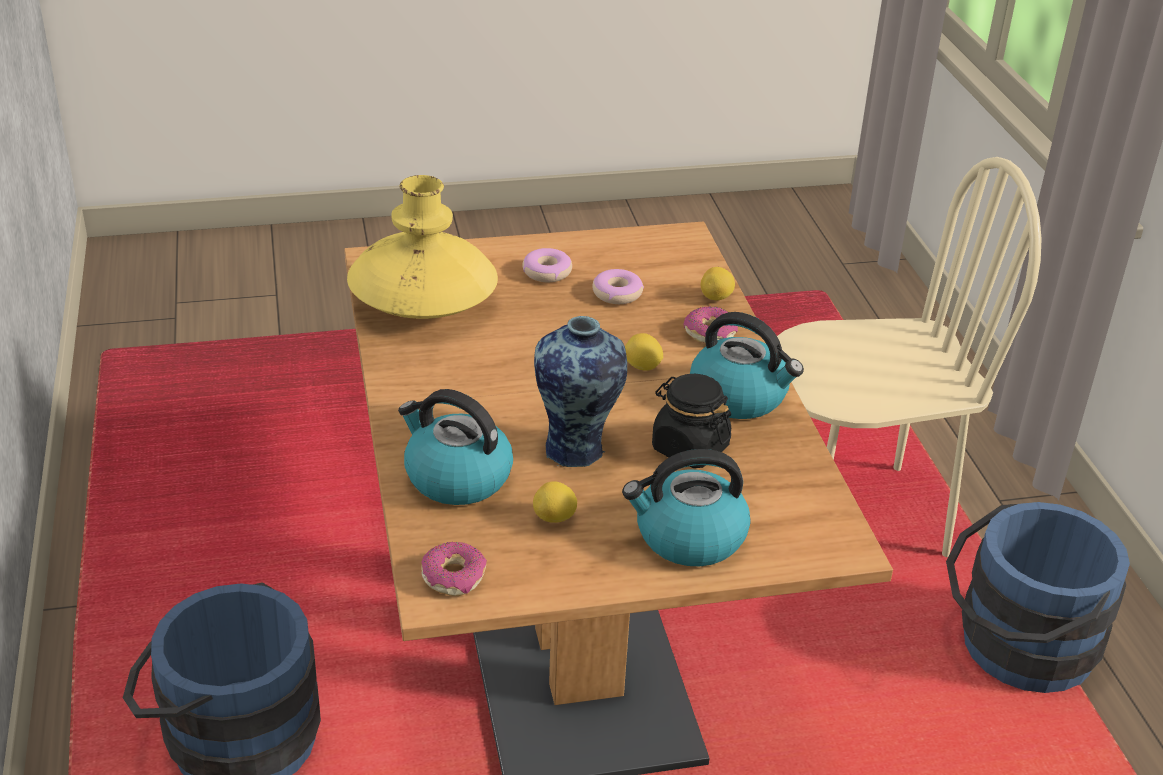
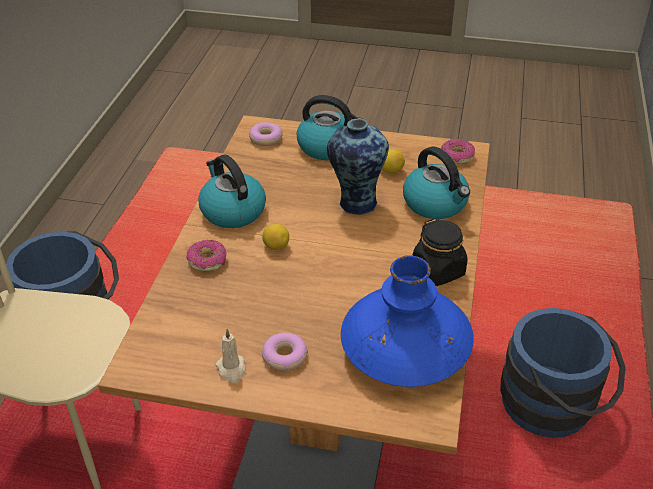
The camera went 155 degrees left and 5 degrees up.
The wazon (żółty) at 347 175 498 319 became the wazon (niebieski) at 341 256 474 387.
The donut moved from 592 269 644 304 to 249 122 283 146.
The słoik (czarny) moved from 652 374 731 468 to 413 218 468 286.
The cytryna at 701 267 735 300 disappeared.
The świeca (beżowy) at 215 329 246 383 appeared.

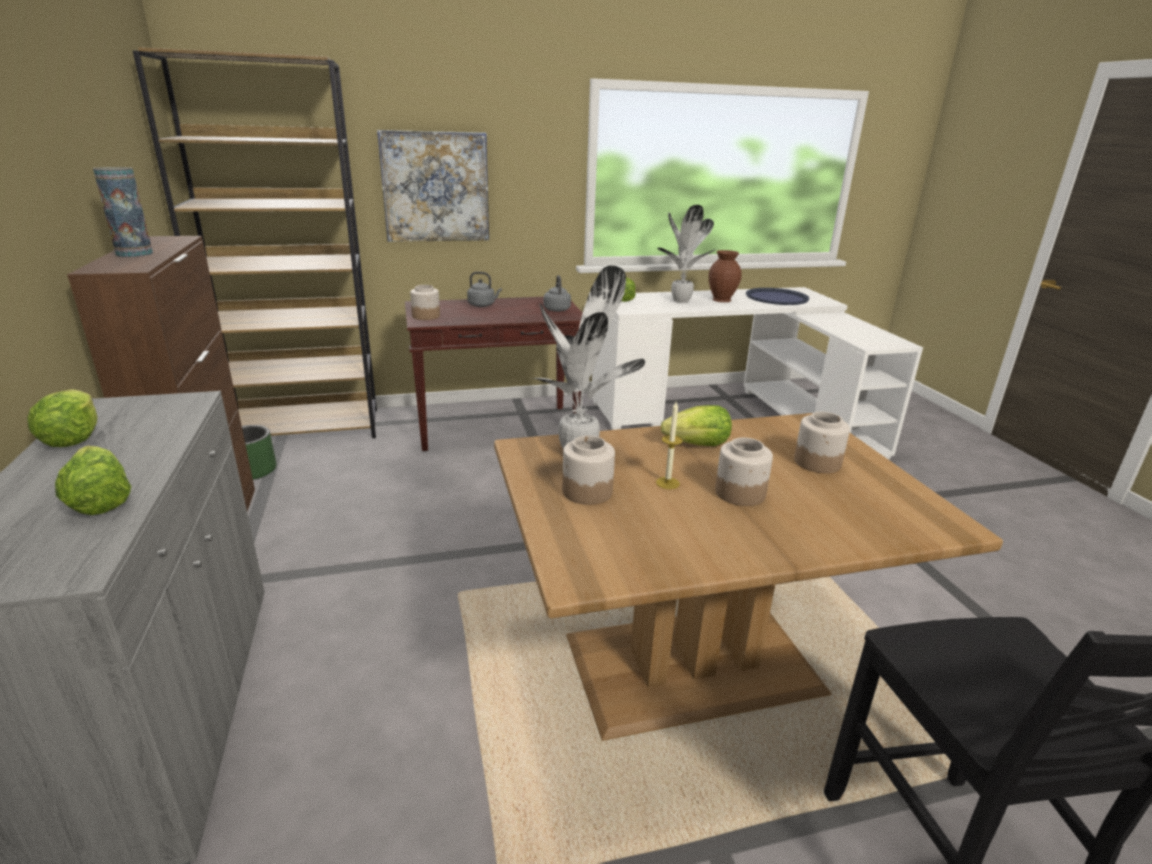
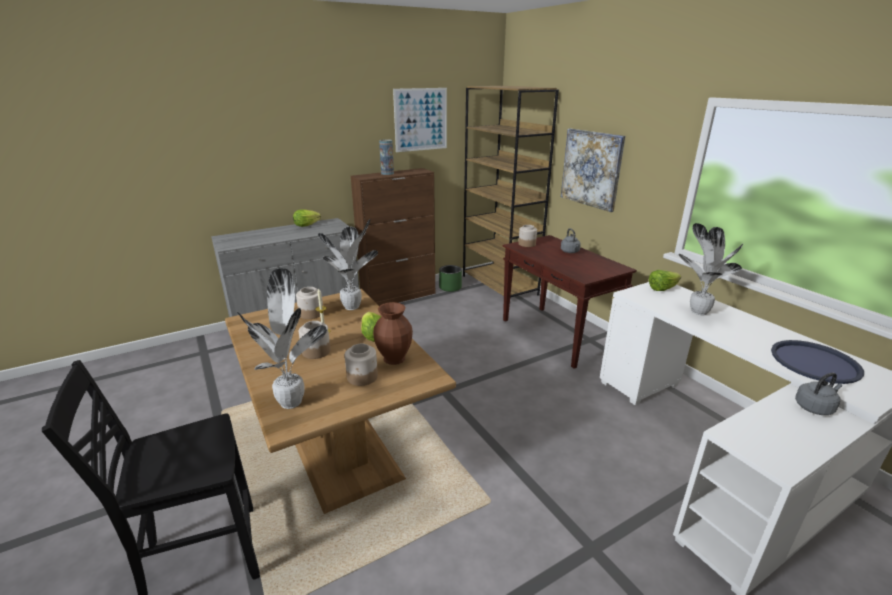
The camera went 75 degrees right and 0 degrees up.
The sałata at 55 446 131 515 disappeared.
The czajnik (szary) moved from 544 275 571 312 to 795 372 842 415.
The wazon (brązowy) moved from 709 250 742 302 to 373 302 413 365.
The roślina doniczkowa at 237 268 327 409 appeared.
The obraz at 393 88 447 152 appeared.

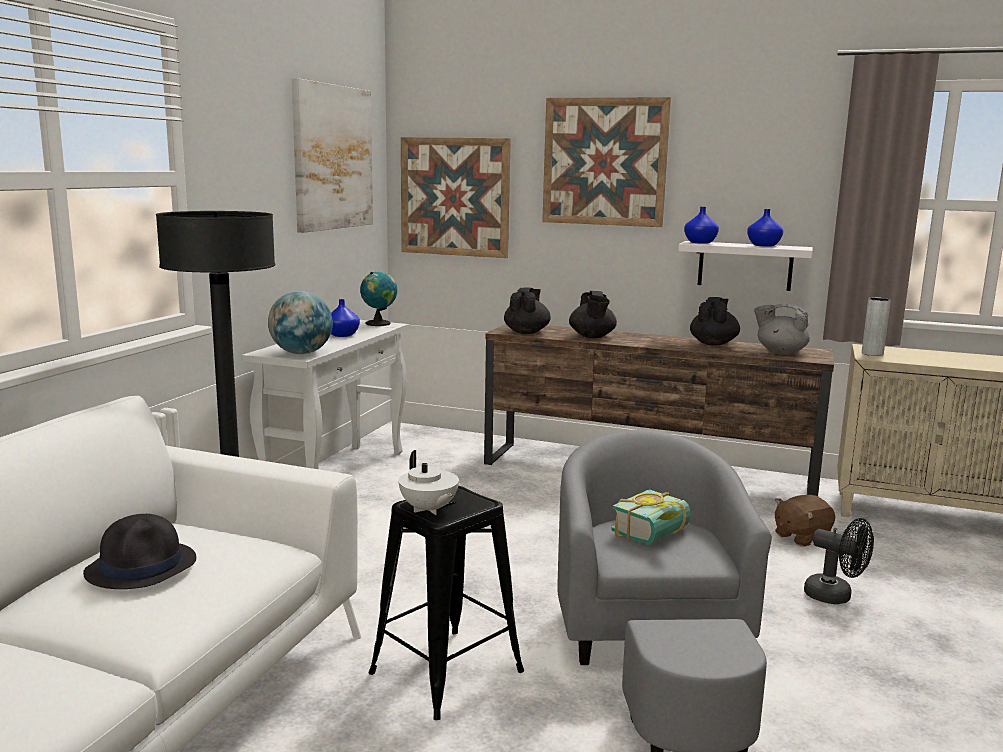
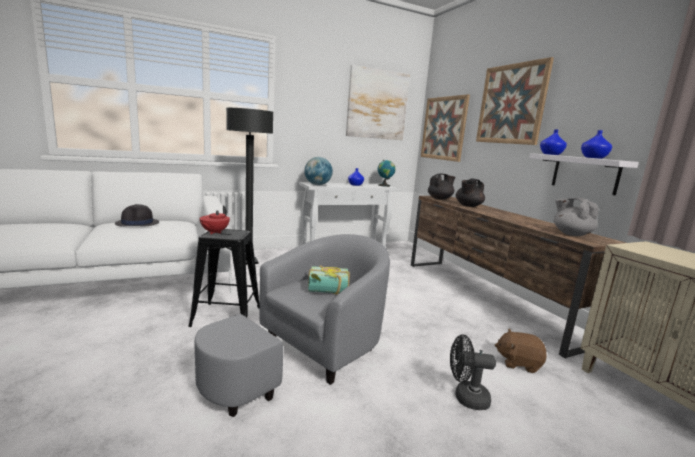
The camera went 45 degrees right and 0 degrees up.
The imbryk (biały) at 398 450 459 515 became the imbryk (czerwony) at 200 206 230 234.
The imbryk (czarny) at 690 297 740 345 disappeared.
The wentylator (czarny) at 804 518 874 604 turned 105 degrees clockwise.
The wazon (szary) at 862 298 891 356 disappeared.

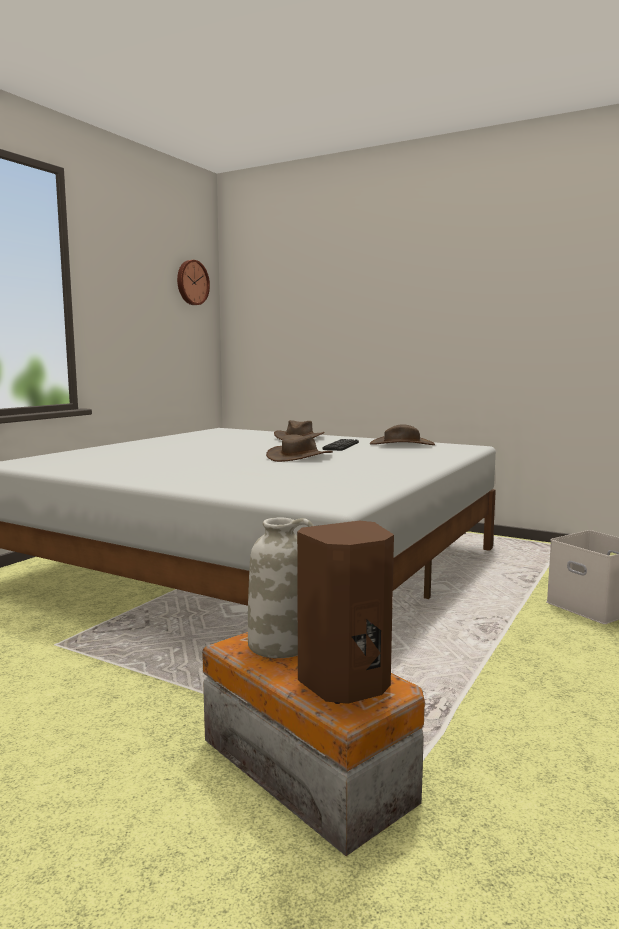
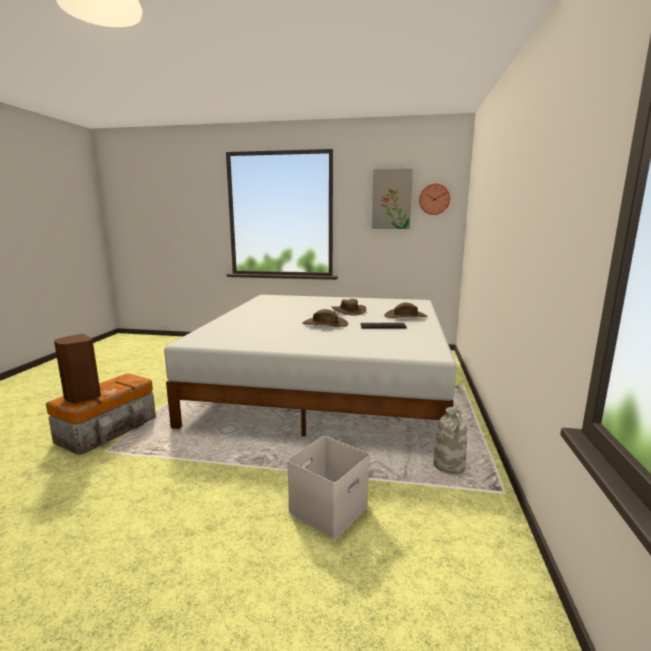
The camera went 70 degrees right and 5 degrees up.
The wazon (biały) moved from 248 517 314 658 to 433 407 467 474.
The kapelusz (brązowy) moved from 370 424 435 445 to 332 299 366 316.
The obraz at 372 169 413 229 appeared.

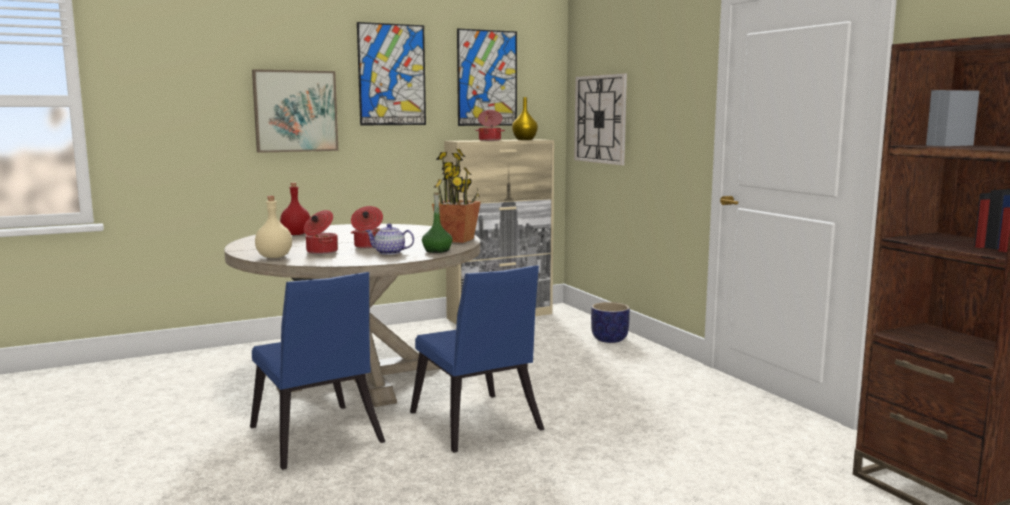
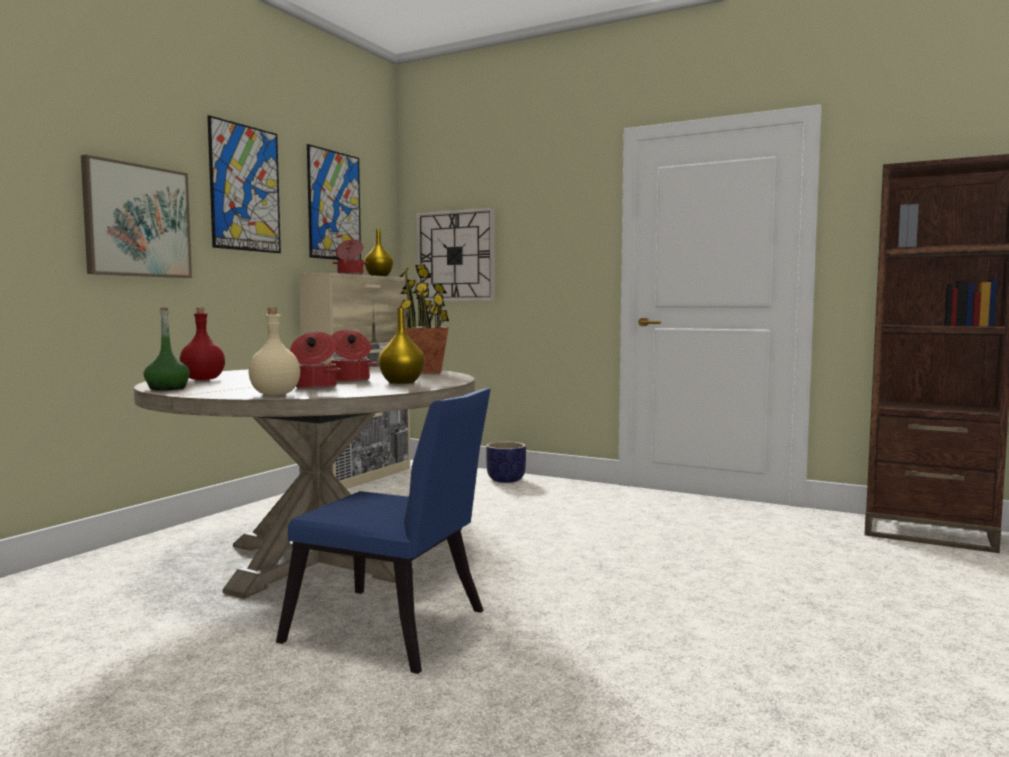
The camera went 35 degrees left and 5 degrees down.
The imbryk at 365 223 414 255 was replaced by the wazon (żółty) at 378 308 424 384.
The krzesło (niebieski) at 410 265 545 453 disappeared.
The butelka (zielony) moved from 422 193 453 253 to 144 308 190 390.

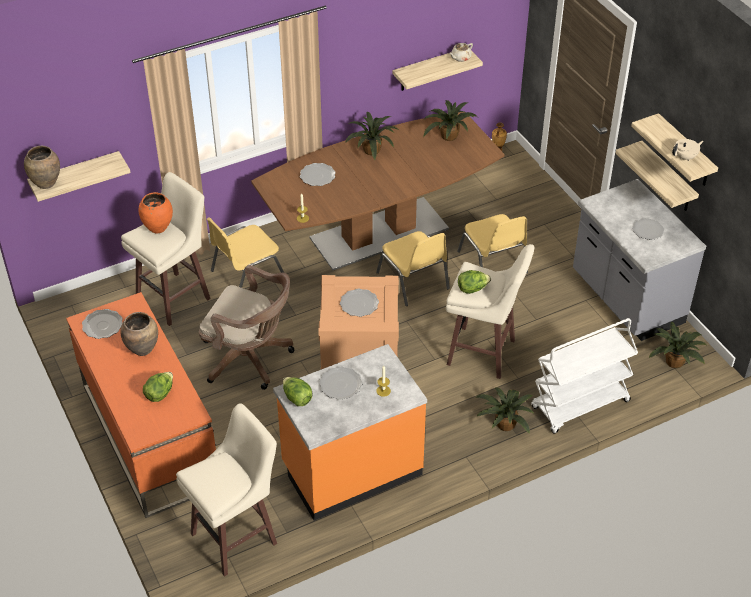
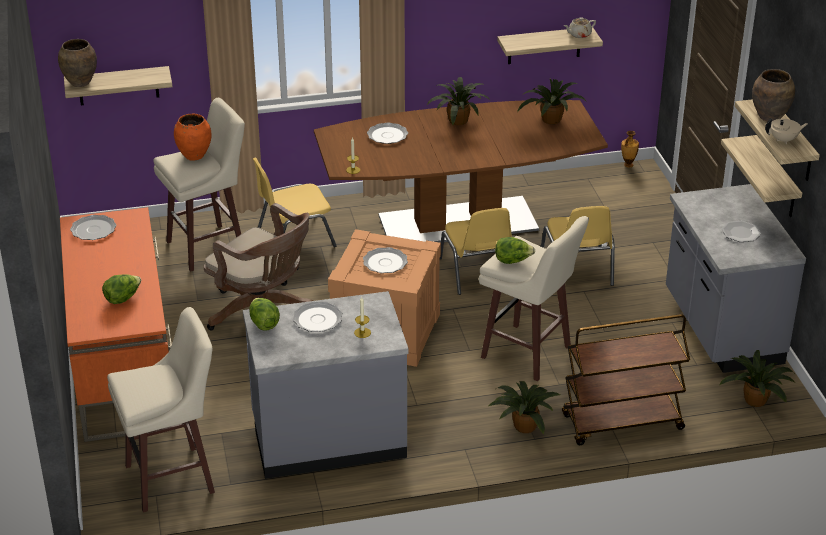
The camera went 15 degrees right and 10 degrees down.
The wazon (brązowy) moved from 121 312 158 356 to 752 69 795 122.
The zabudowa kuchenna (pomarańczowy) at 273 344 427 521 became the zabudowa kuchenna (szary) at 243 291 409 479.
The wózek (biały) at 531 318 638 434 became the wózek (brązowy) at 562 314 690 445.

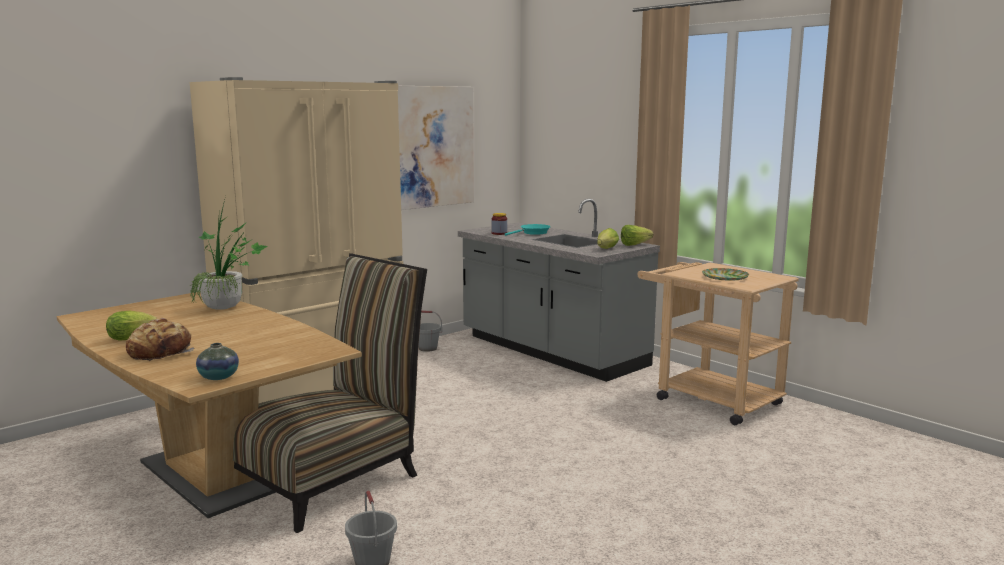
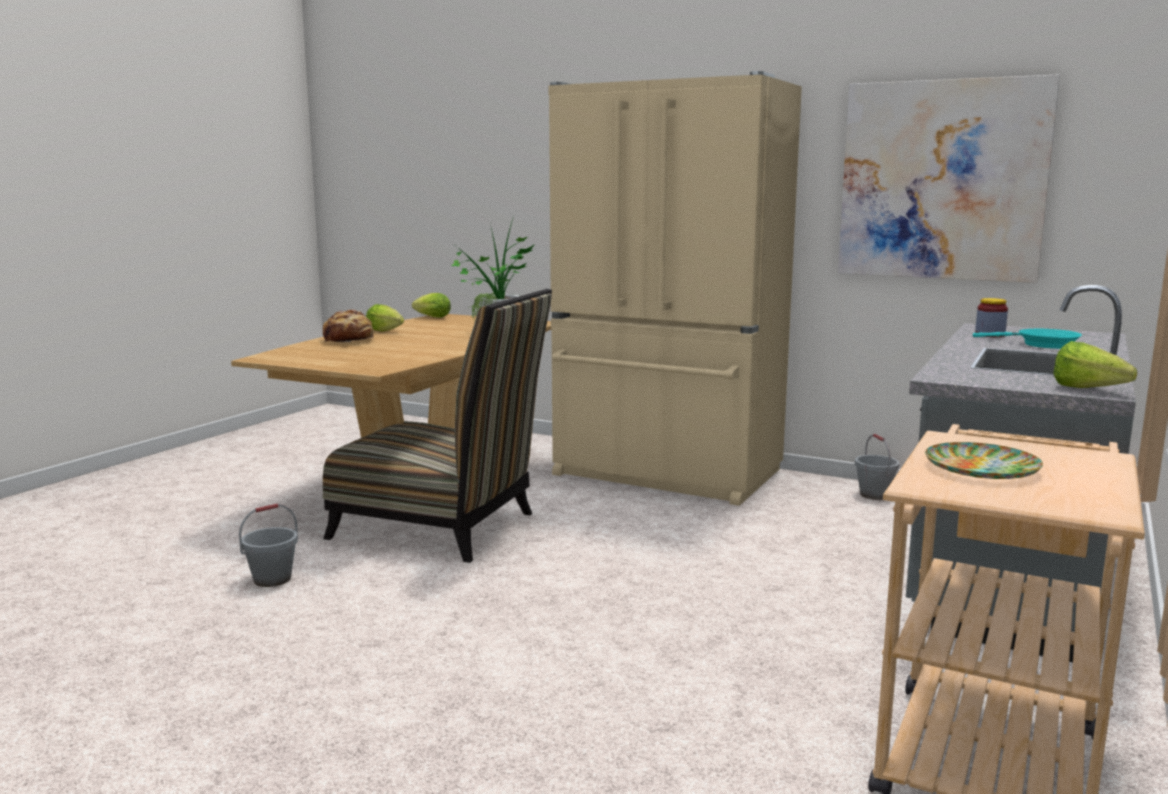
The camera went 70 degrees right and 0 degrees up.
The wazon at 196 343 239 380 disappeared.
The sałata moved from 597 228 619 249 to 412 293 451 318.

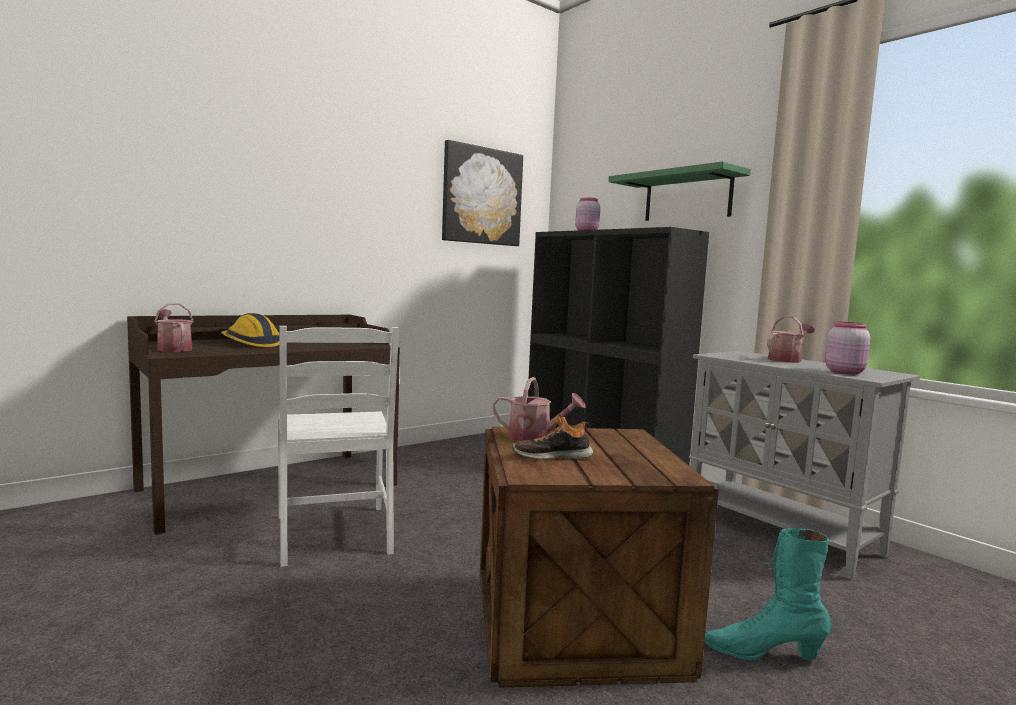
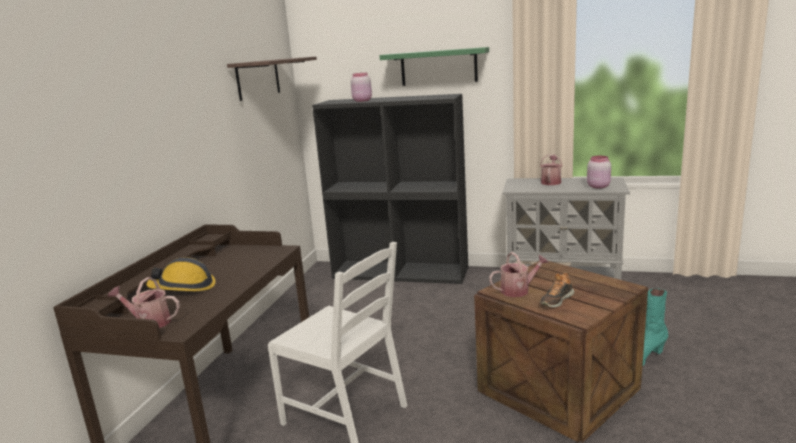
The camera went 35 degrees left and 10 degrees up.
The obraz at 442 140 523 246 was replaced by the półka at 227 57 317 101.

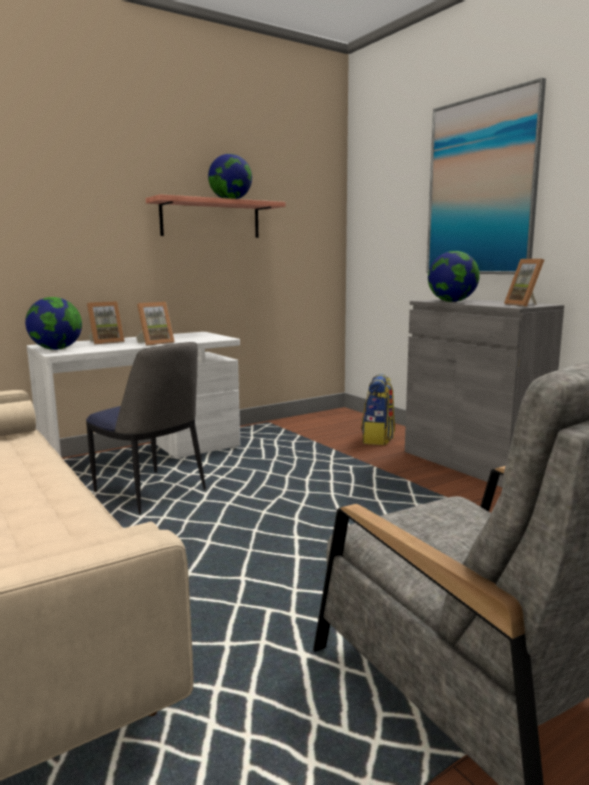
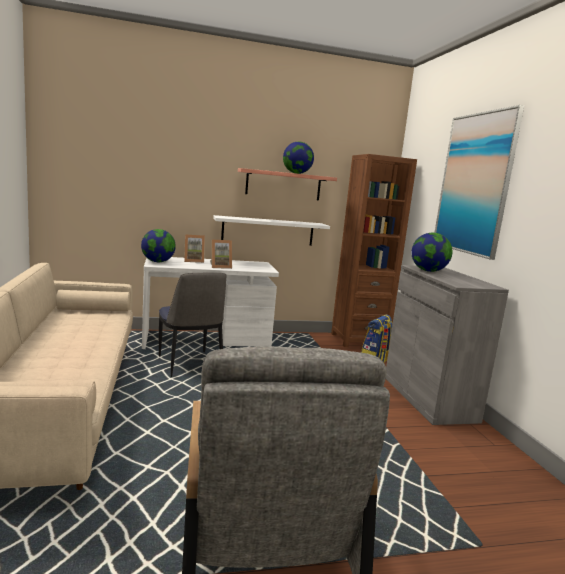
The camera went 20 degrees right and 0 degrees up.
The ramka na zdjęcie at 504 259 544 307 disappeared.
The półka (biały) at 213 215 330 246 appeared.
The regał (brązowy) at 331 154 417 347 appeared.

